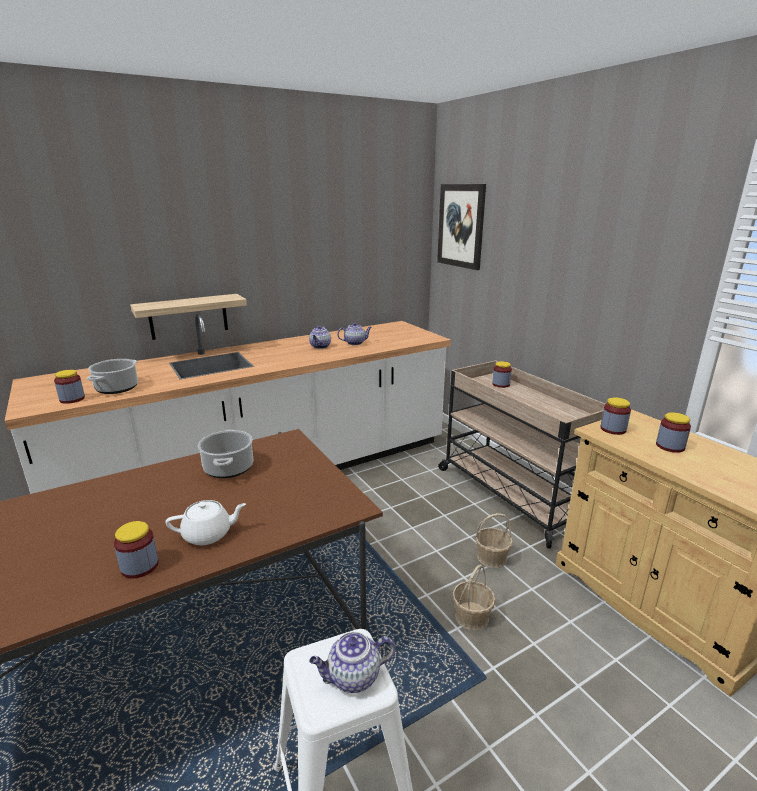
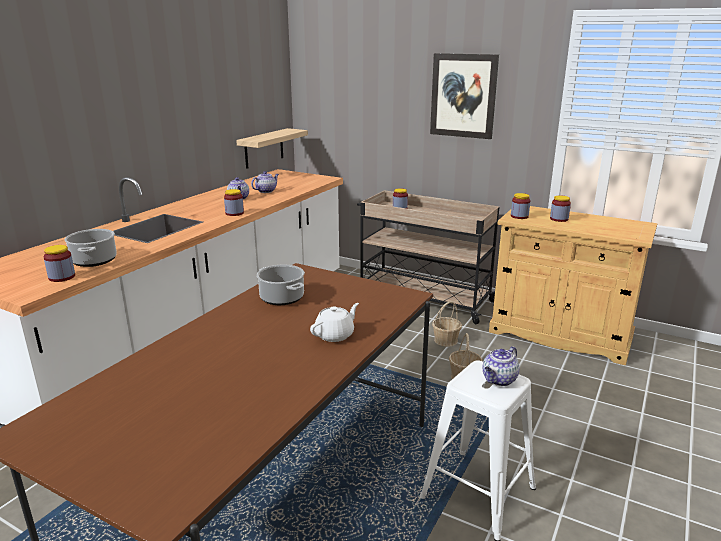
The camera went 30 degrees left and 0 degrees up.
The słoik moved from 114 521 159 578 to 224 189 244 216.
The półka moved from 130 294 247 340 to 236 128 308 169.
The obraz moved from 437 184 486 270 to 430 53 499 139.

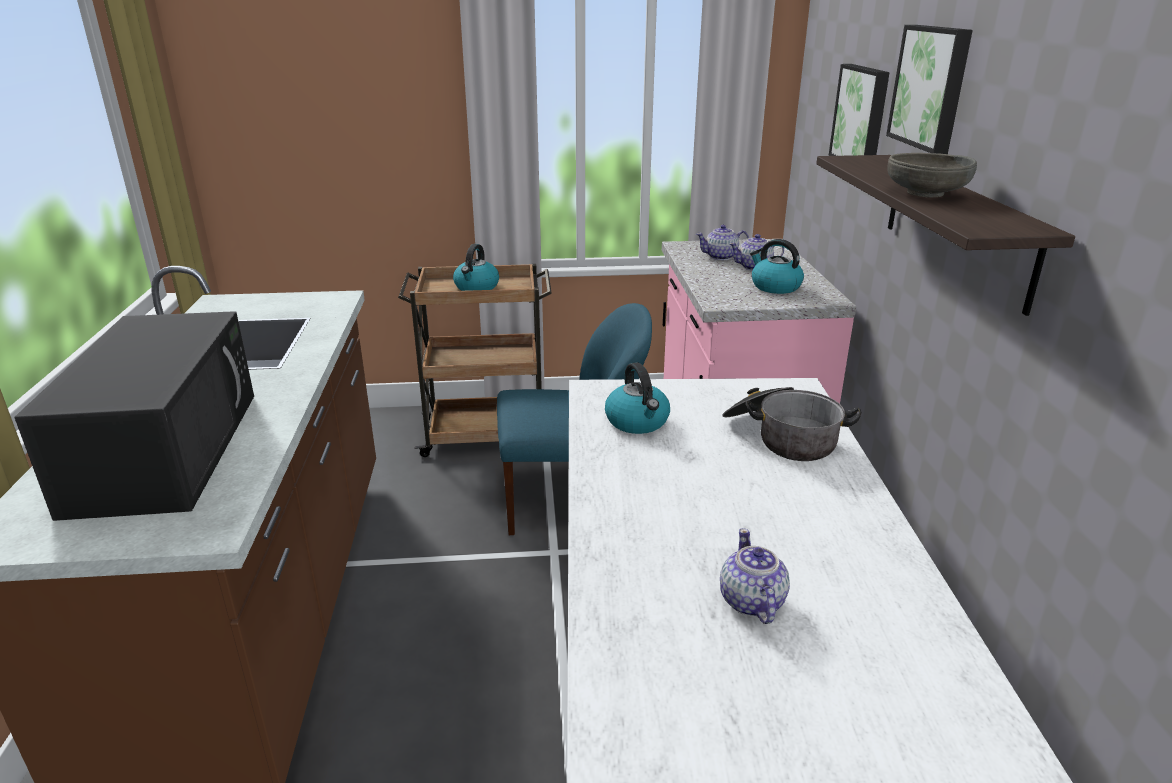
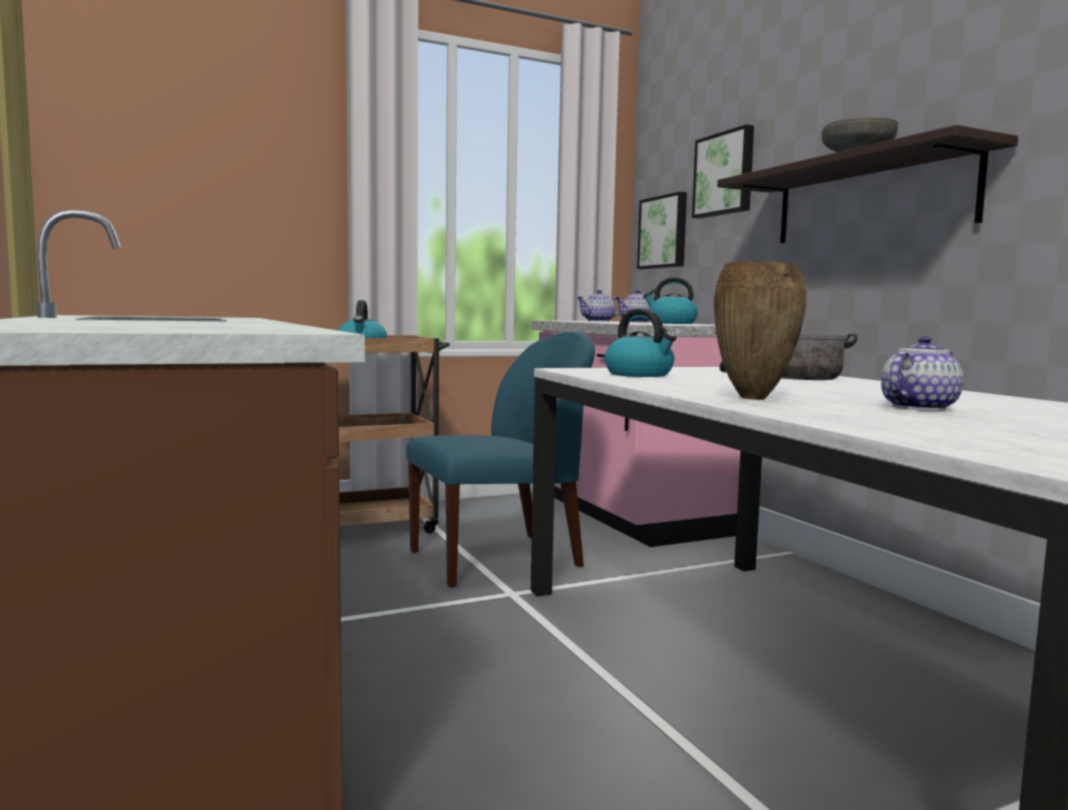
The camera went 20 degrees left and 20 degrees down.
The mikrofalówka (czarny) at 14 311 254 521 disappeared.
The imbryk at 720 528 790 624 turned 75 degrees clockwise.
The obraz moved from 886 25 973 154 to 637 192 687 269.
The wazon (brązowy) at 714 261 806 400 appeared.

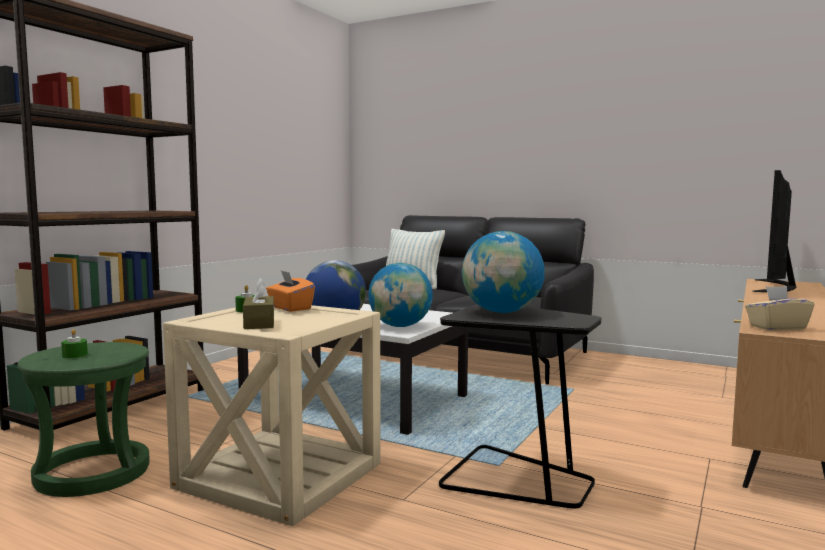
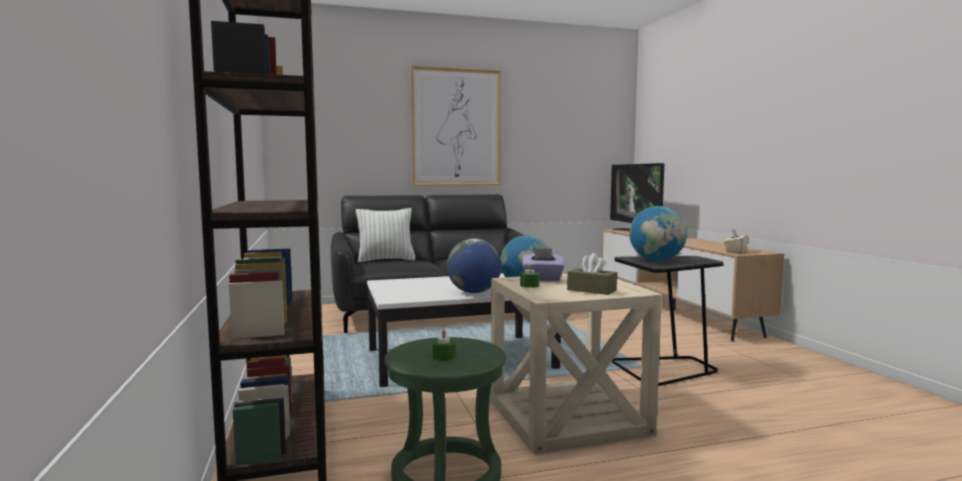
The camera went 45 degrees left and 0 degrees up.
The pudełko chusteczek (pomarańczowy) at 266 270 315 312 became the pudełko chusteczek (fioletowy) at 522 248 564 281.
The obraz at 410 66 501 185 appeared.

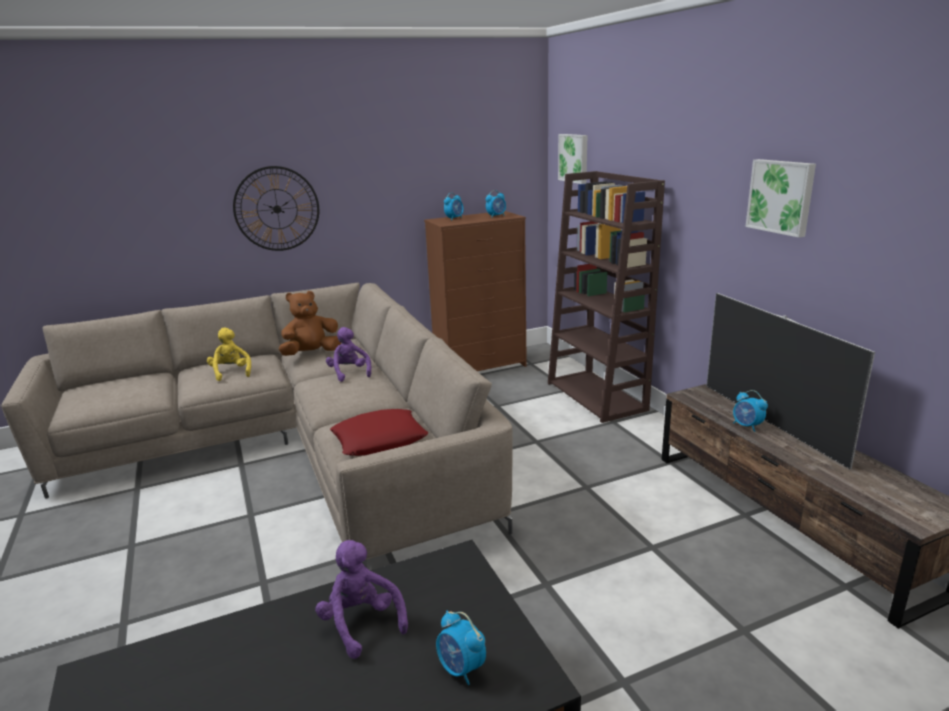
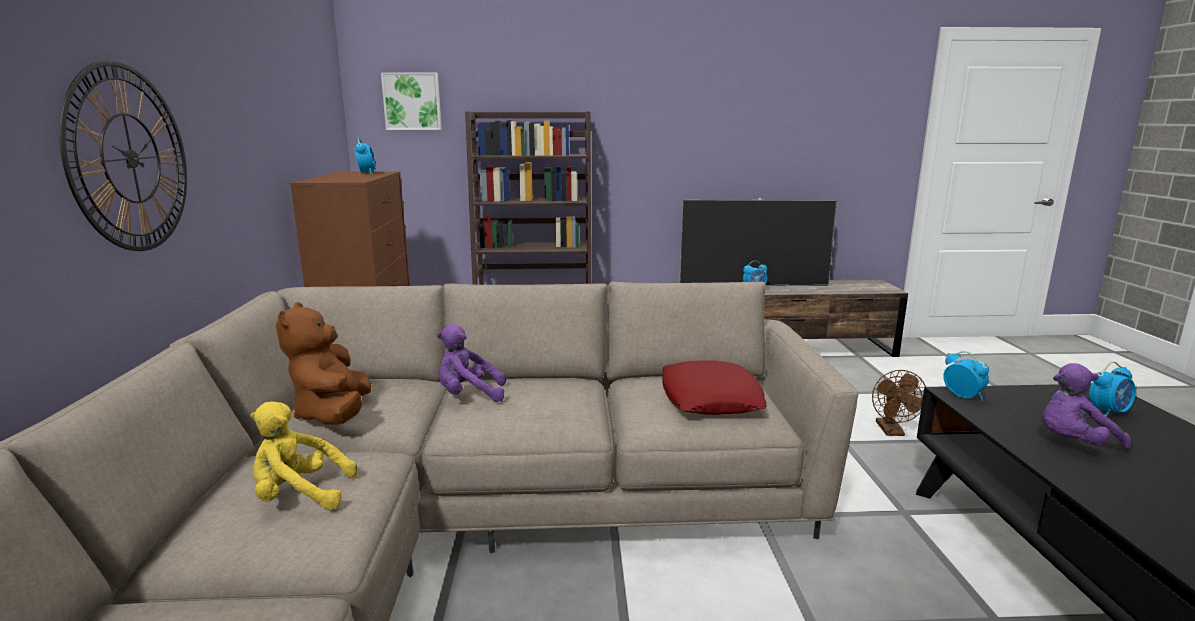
The camera went 70 degrees left and 5 degrees down.
The budzik moved from 444 193 463 220 to 943 351 989 401.
The obraz at 746 159 816 238 disappeared.
The wentylator (brązowy) at 872 370 926 436 appeared.

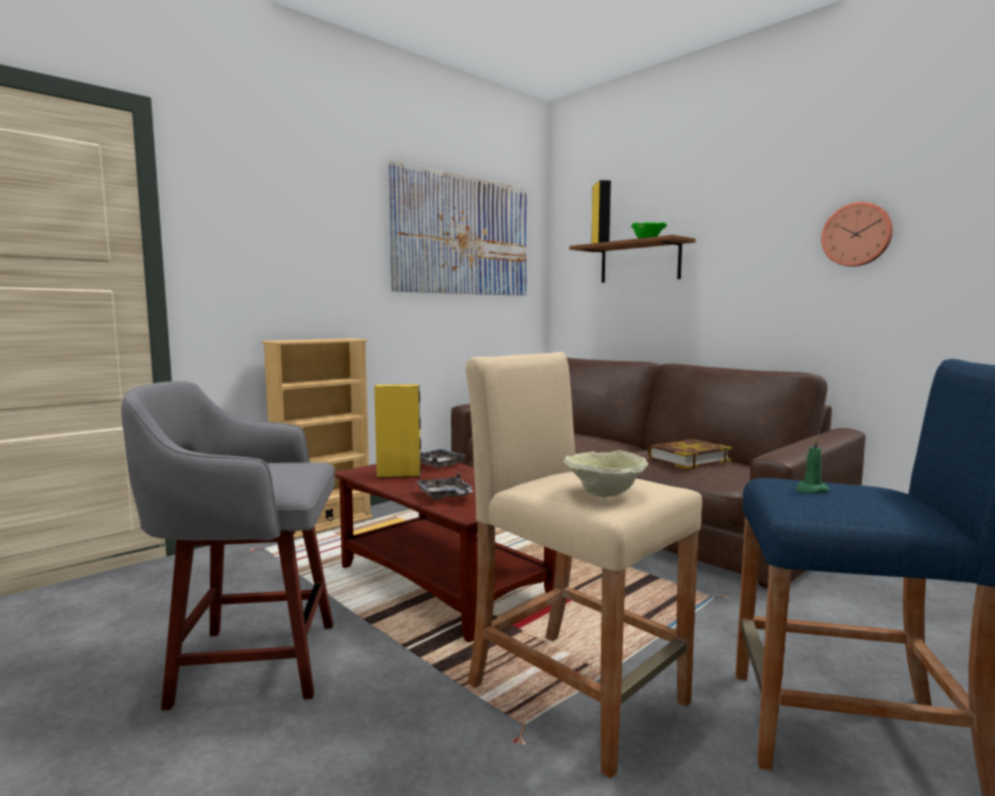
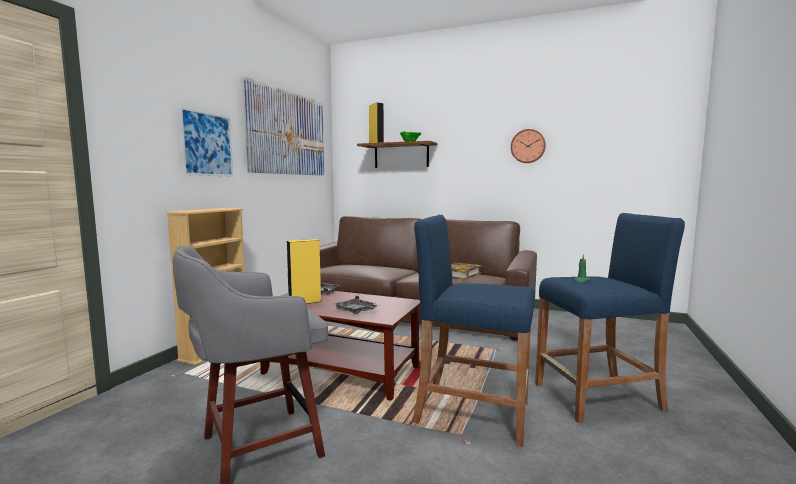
The camera went 25 degrees left and 0 degrees up.
The stołek (beżowy) at 465 352 702 779 became the stołek (niebieski) at 412 215 535 447.
The miska (beżowy) at 564 450 648 497 disappeared.
The obraz at 179 107 233 176 appeared.

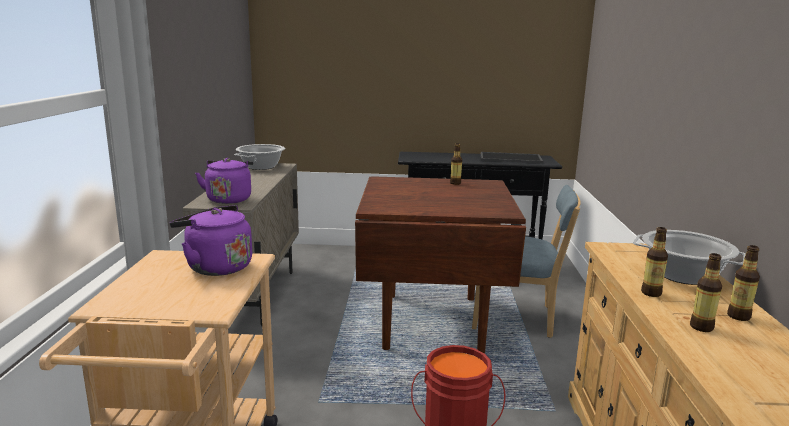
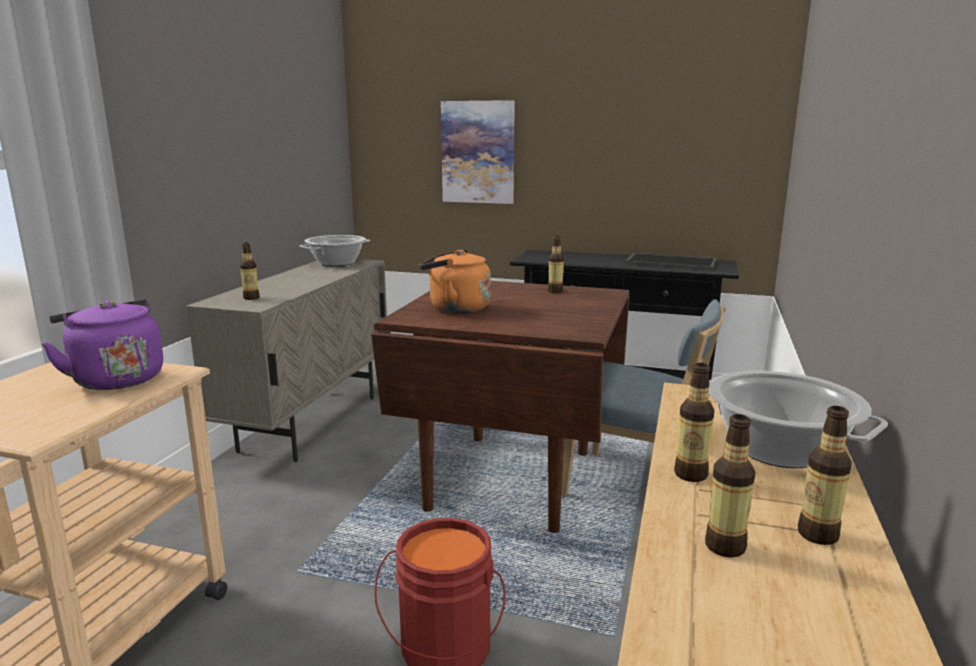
The camera went 15 degrees right and 0 degrees up.
The czajnik (fioletowy) at 195 158 253 204 was replaced by the butelka at 240 242 260 300.
The czajnik (pomarańczowy) at 419 249 491 313 appeared.
The obraz at 441 100 515 204 appeared.

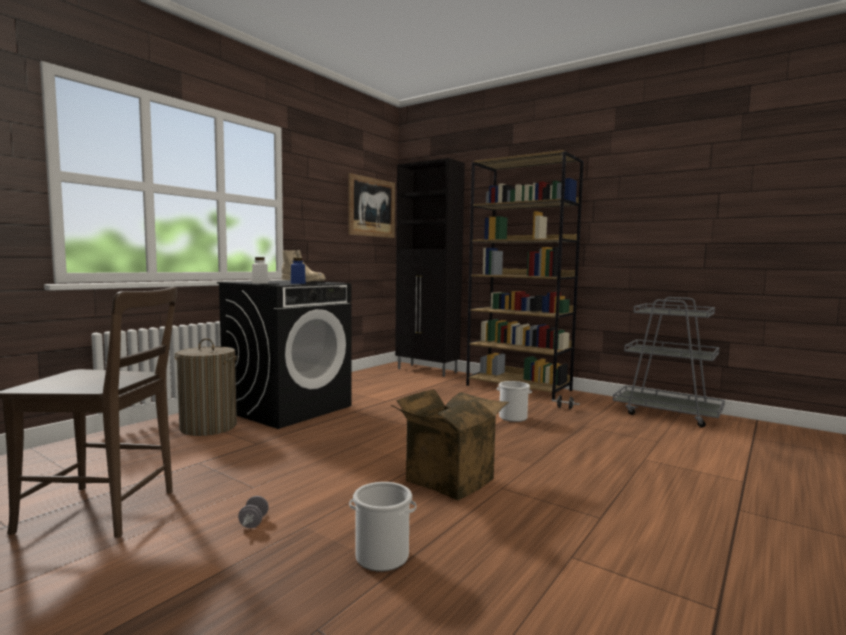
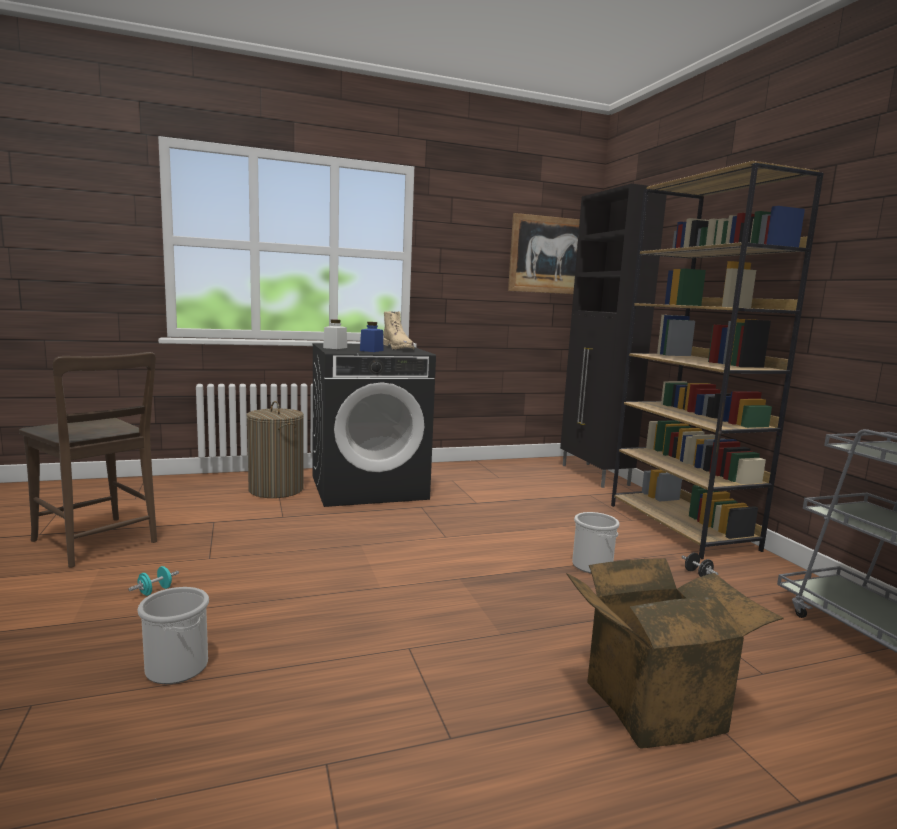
The camera went 35 degrees right and 5 degrees up.
The hantel (szary) at 238 496 269 528 became the hantel (turkusowy) at 128 566 179 596.
The karton moved from 391 389 509 500 to 567 558 784 749.

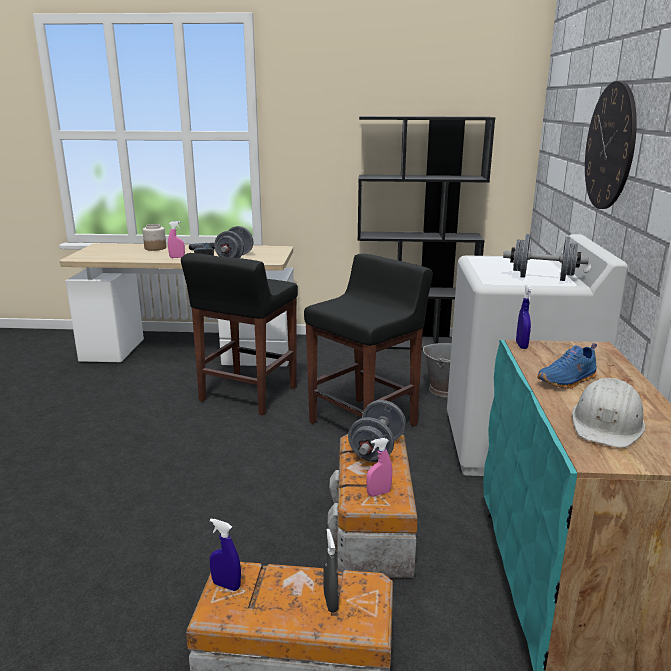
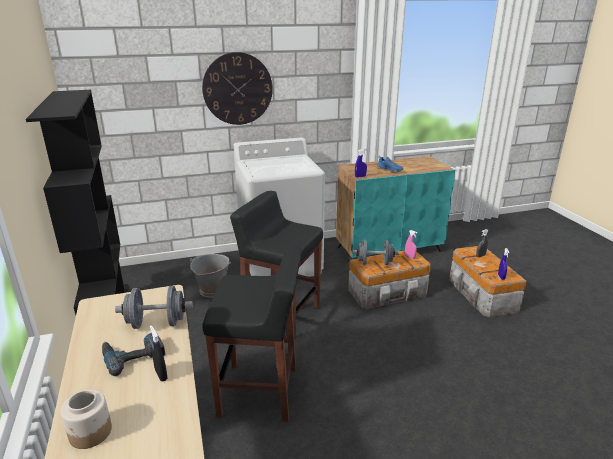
The camera went 110 degrees left and 5 degrees up.
The spryskiwacz (różowy) at 168 221 185 258 became the spryskiwacz (czarny) at 150 325 167 381.
The hantel (szary) at 503 234 589 281 disappeared.
The kask (biały) at 572 378 645 448 disappeared.

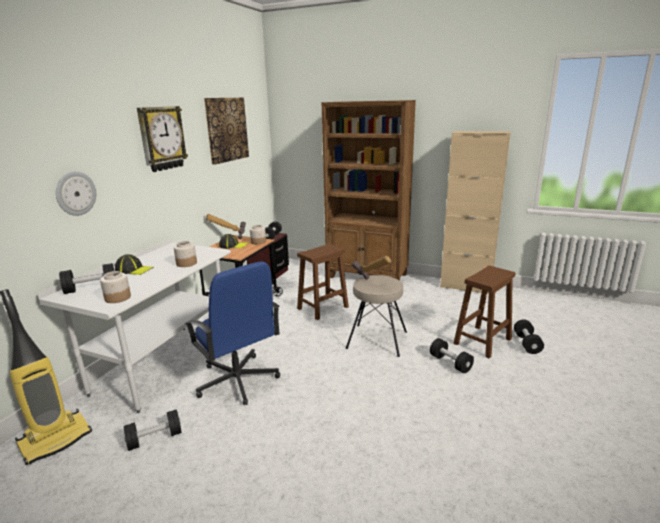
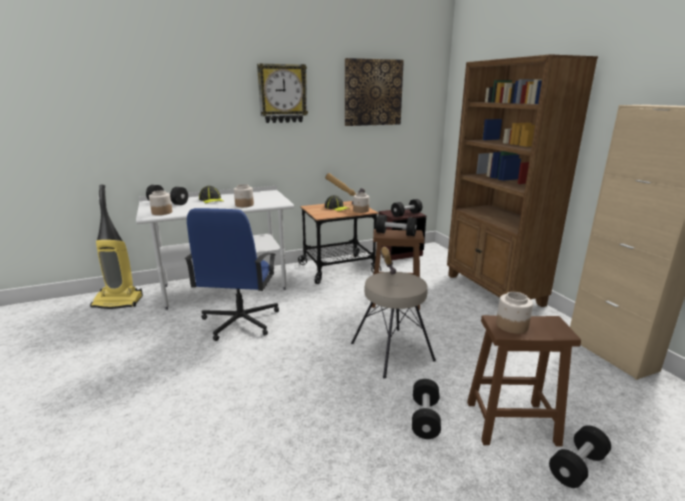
The camera went 45 degrees right and 0 degrees up.
The zegar ścienny at 56 171 96 216 disappeared.
The hantel (czarny) moved from 124 409 182 451 to 376 215 417 236.
The słoik at 496 292 533 334 appeared.

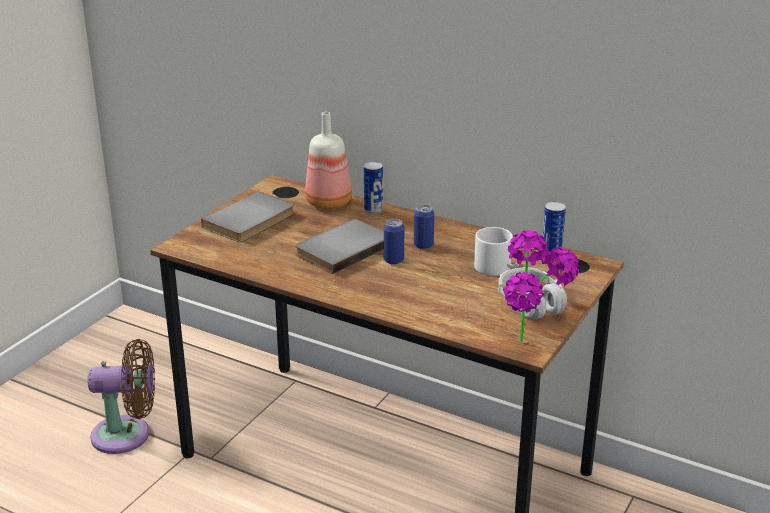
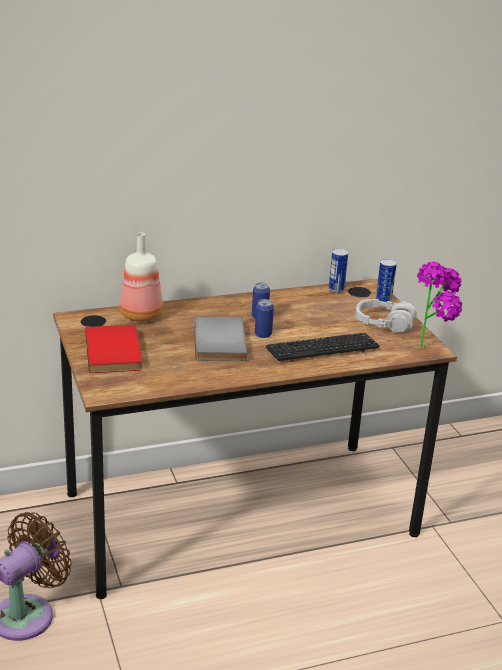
The camera went 50 degrees left and 0 degrees up.
The książka (szary) at 201 192 294 242 became the książka (czerwony) at 85 325 142 373.
The puszka moved from 364 162 383 214 to 376 259 397 302.
The kubek (biały) at 474 227 520 276 disappeared.
The klawiatura at 266 333 380 362 appeared.

